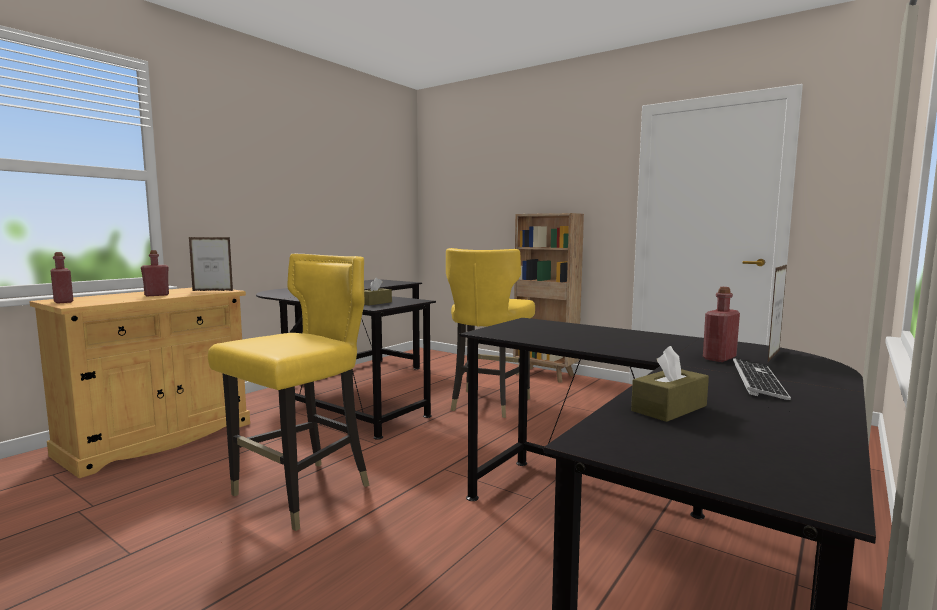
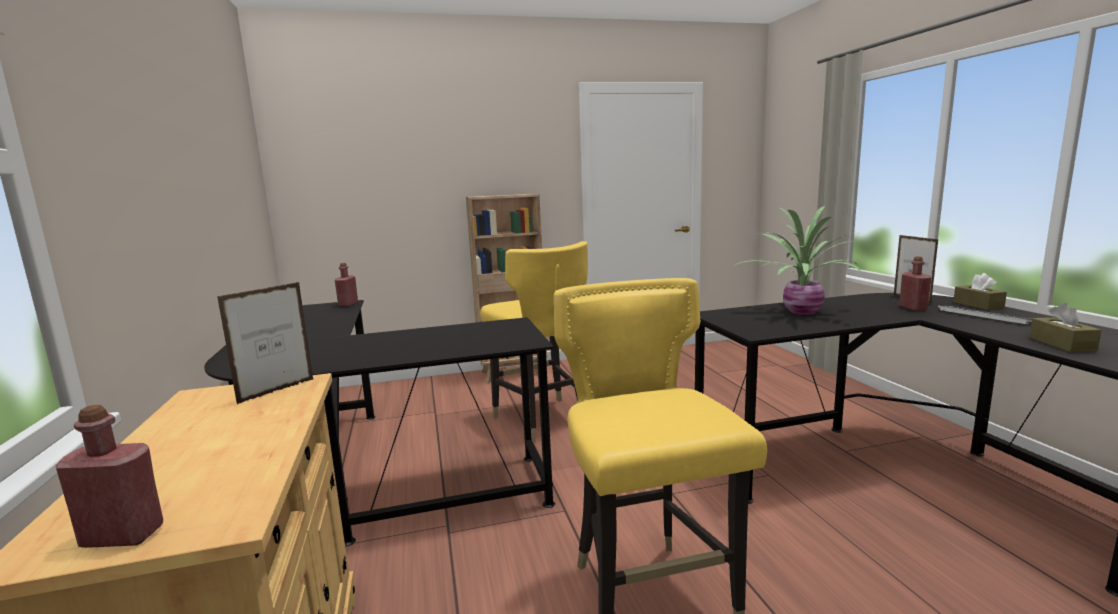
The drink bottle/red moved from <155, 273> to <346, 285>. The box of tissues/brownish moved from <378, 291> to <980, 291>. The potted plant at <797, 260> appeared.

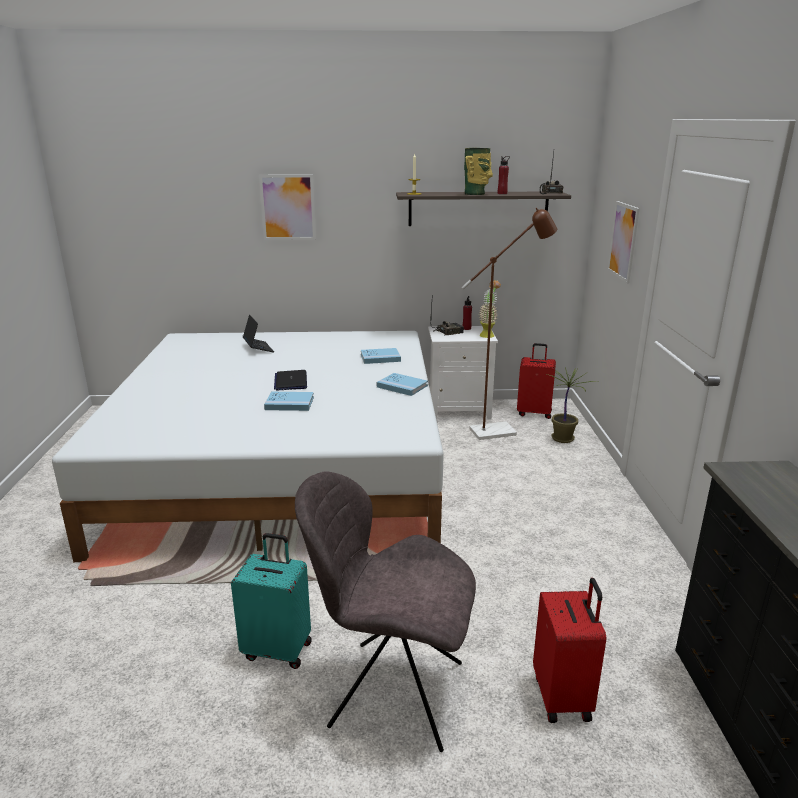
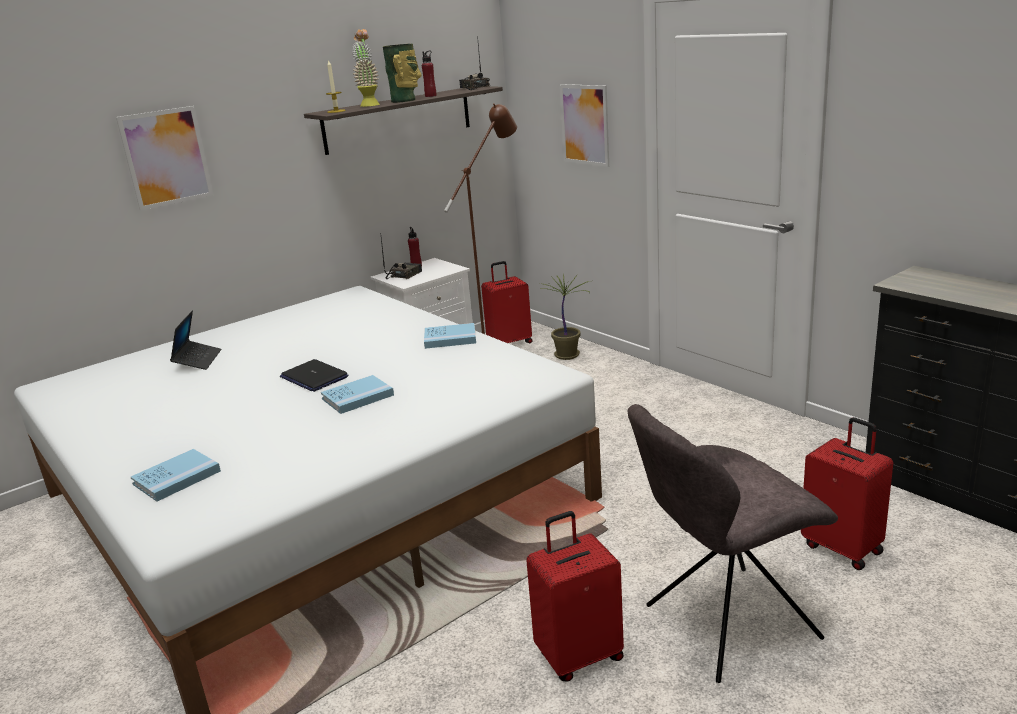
The suitcase/blue-green at <271, 601> became the suitcase/red at <575, 596>. The laptop at <258, 333> turned 60 degrees clockwise. The bound book/blue-coloured moved from <381, 356> to <176, 475>. The potted plant moved from <490, 309> to <366, 68>.

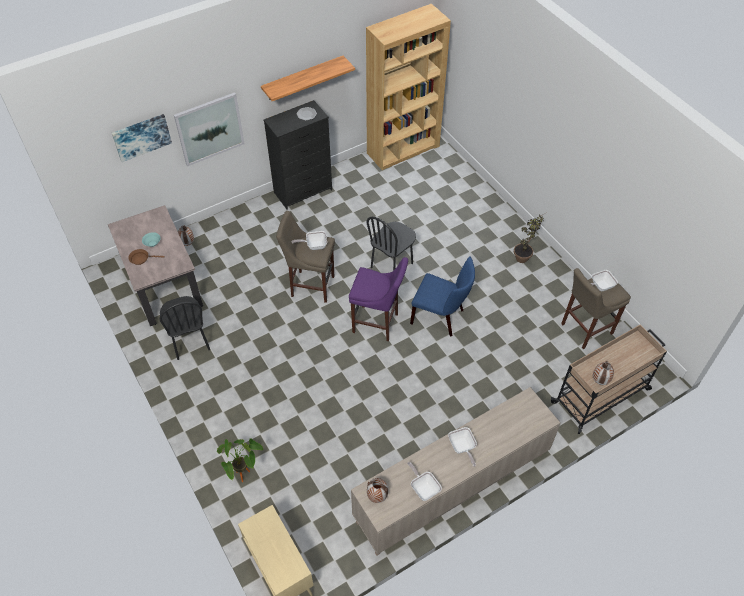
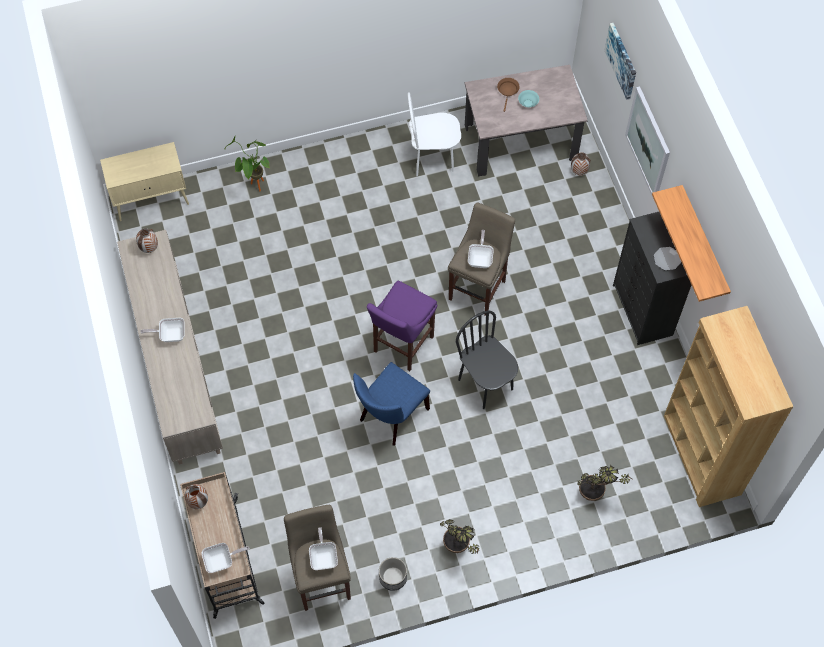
The plain chair/black-coloured at <184, 328> became the plain chair/whitish at <434, 134>. The skillet moved from <424, 481> to <226, 558>. The flower pot at <393, 574> appeared. The potted plant at <604, 483> appeared.

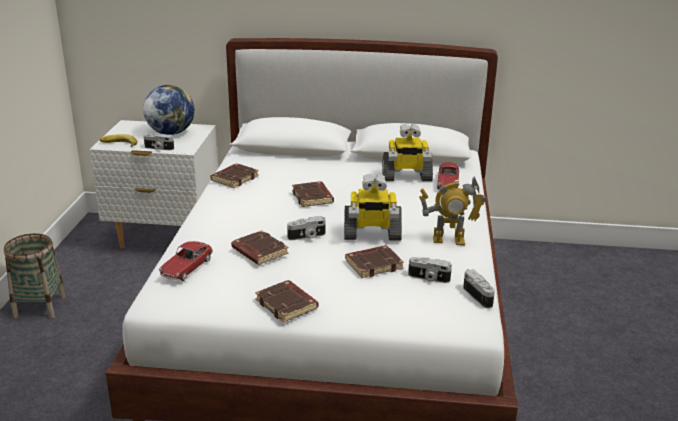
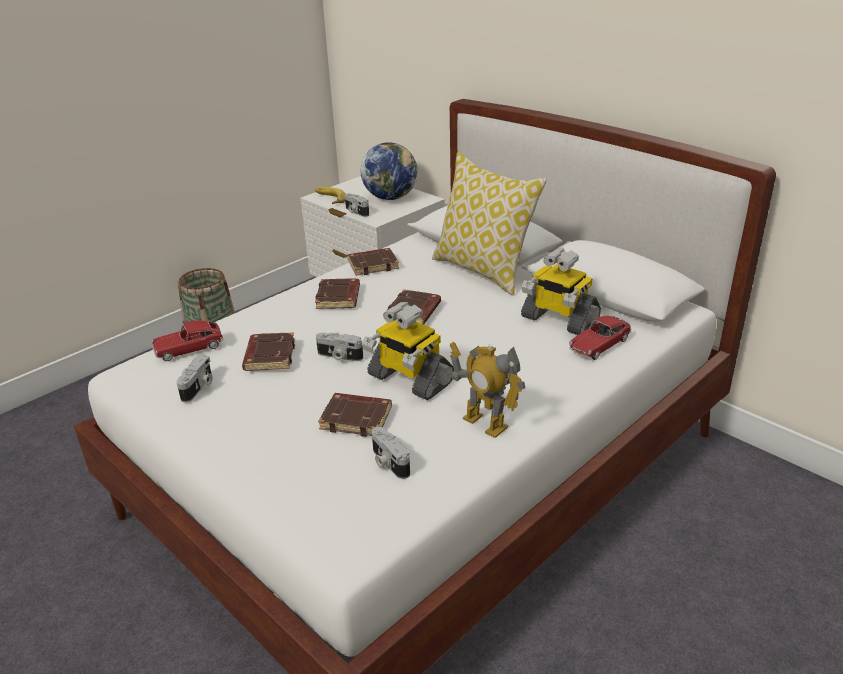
The bound book/brownish moved from <286, 301> to <337, 293>. The photo camera moved from <479, 289> to <195, 378>. The cushion at <489, 223> appeared.

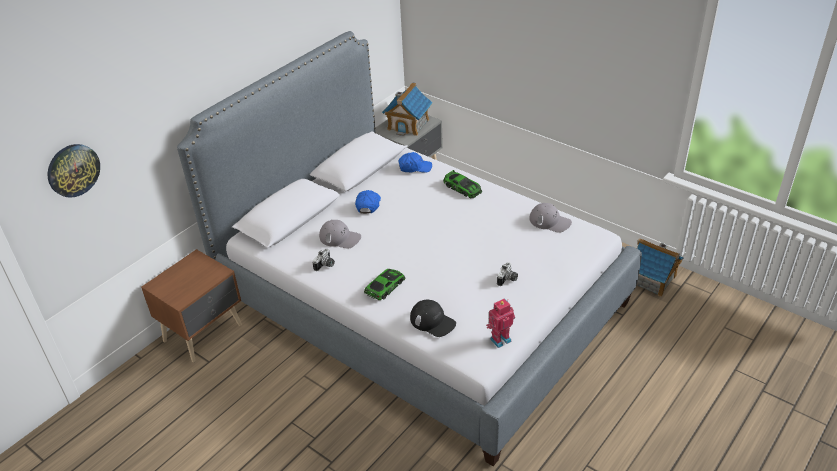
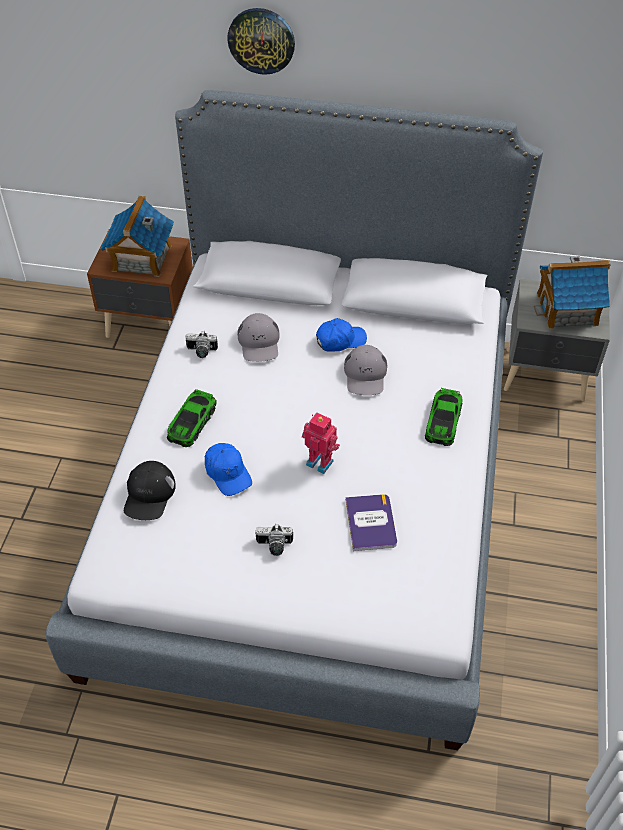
The hanging clock moved from <74, 171> to <261, 41>. The miniature car at <384, 284> turned 105 degrees clockwise. The peaked cap/blue-coloured moved from <415, 162> to <228, 469>. The toy robot moved from <500, 323> to <321, 443>. The peaked cap/gray moved from <550, 218> to <365, 370>. The toy house moved from <660, 267> to <137, 236>. The bound book at <371, 522> appeared.

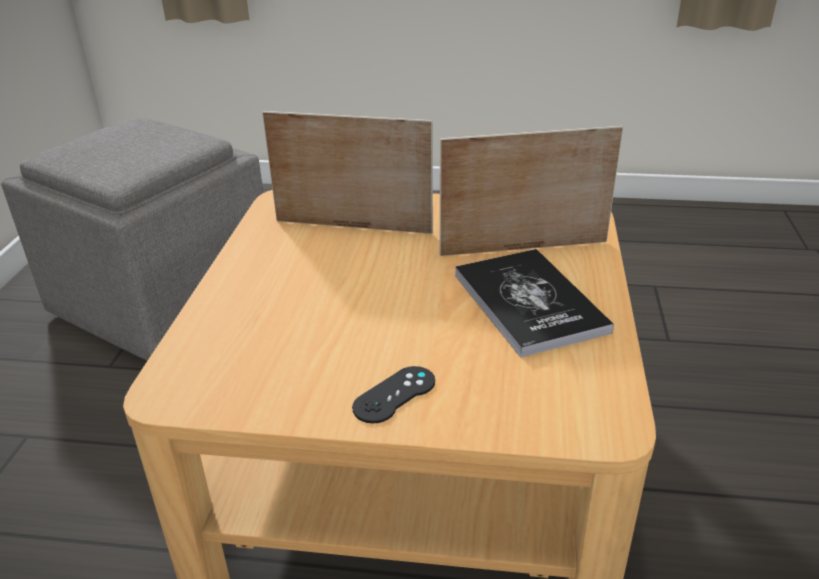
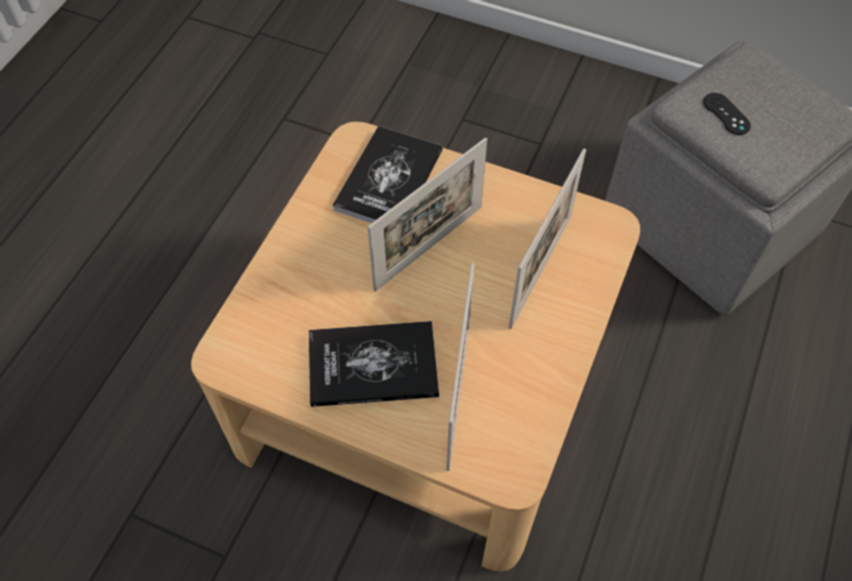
The gamepad/black-coloured moved from <393, 395> to <727, 114>. The bound book at <388, 174> appeared. The photo frame at <427, 215> appeared.

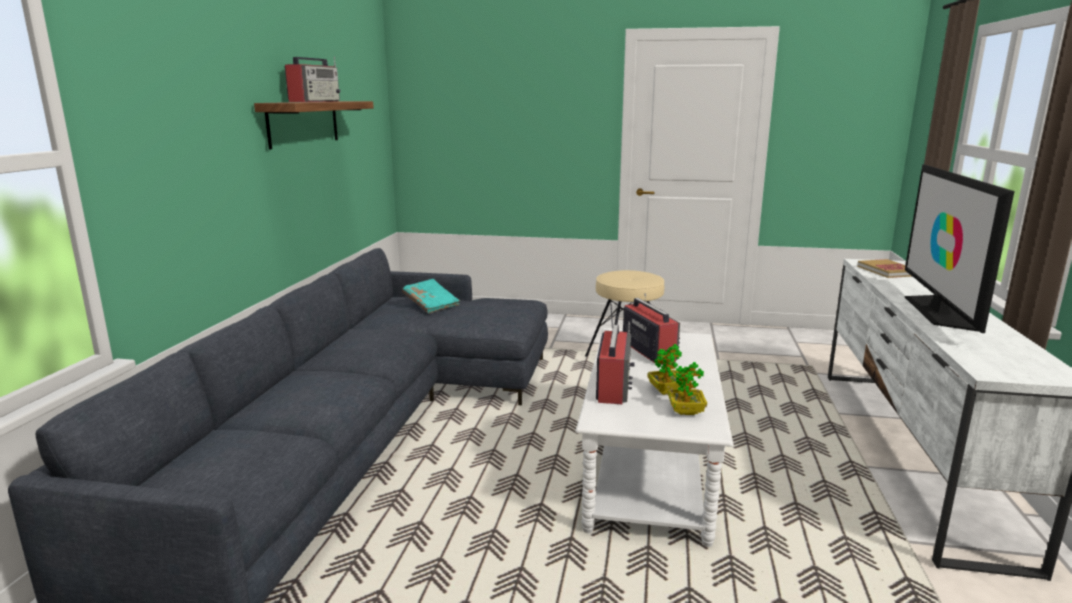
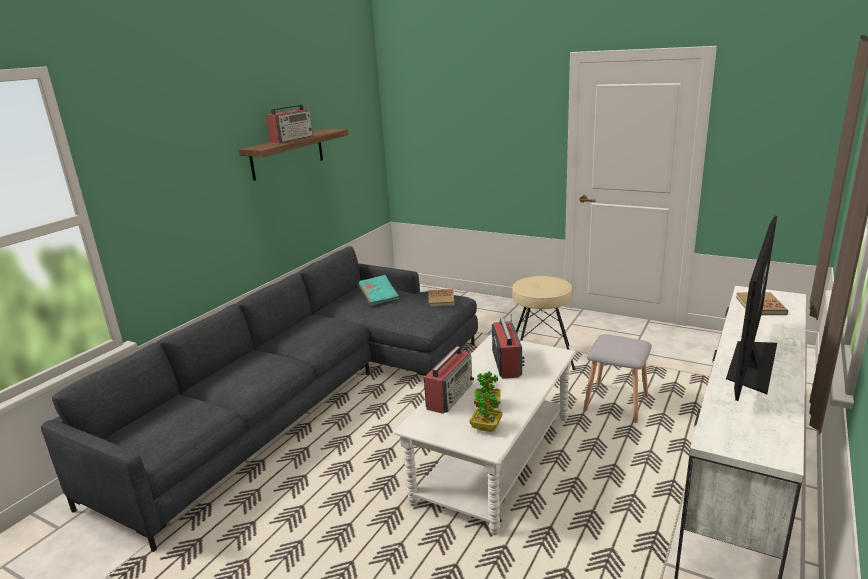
The bound book at <441, 298> appeared. The sitting stool/gray at <617, 378> appeared.

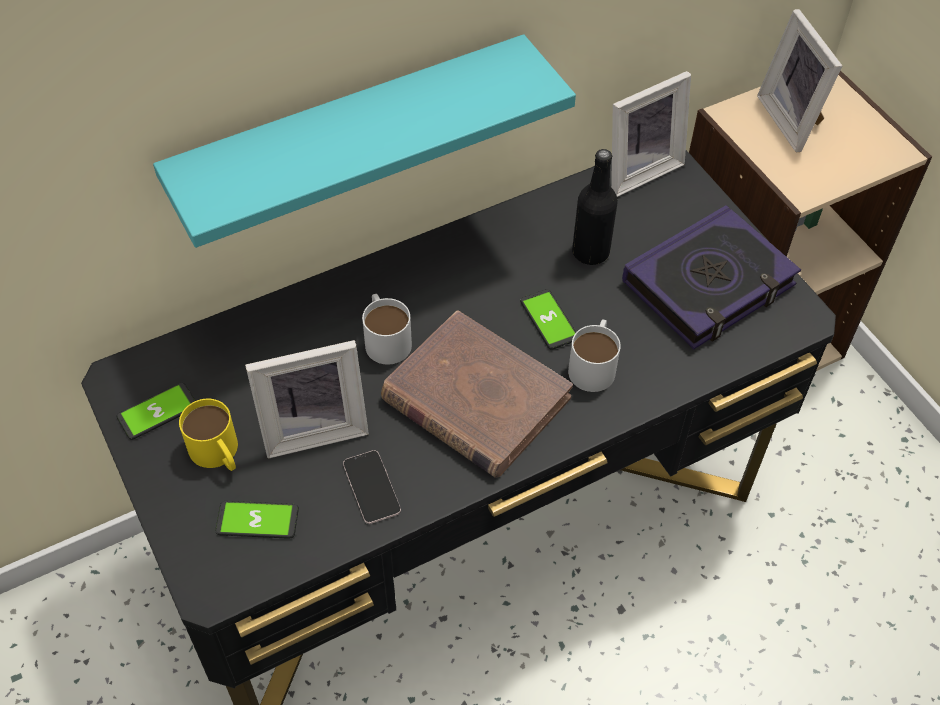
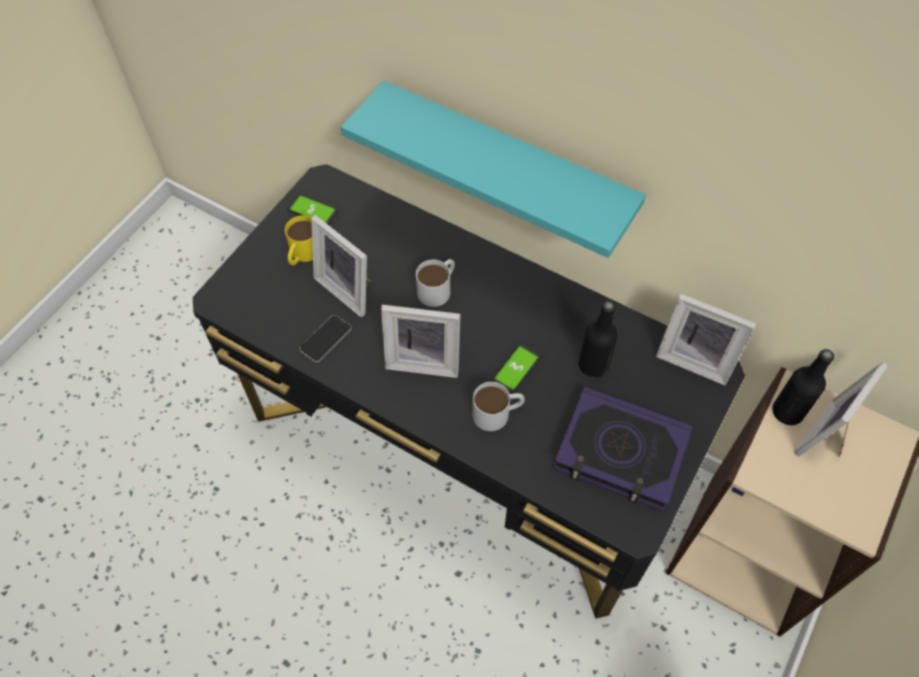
The phone at <257, 520> disappeared. The bound book/brownish at <477, 394> was replaced by the photo frame at <420, 341>. The drink bottle/black-coloured at <803, 387> appeared.

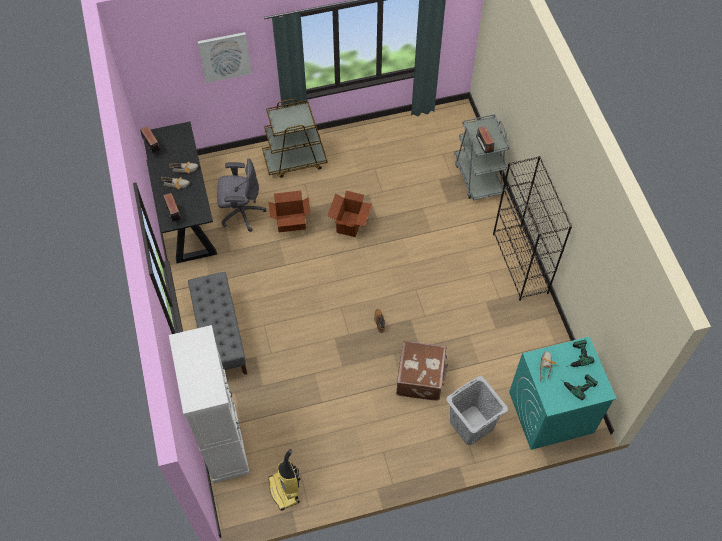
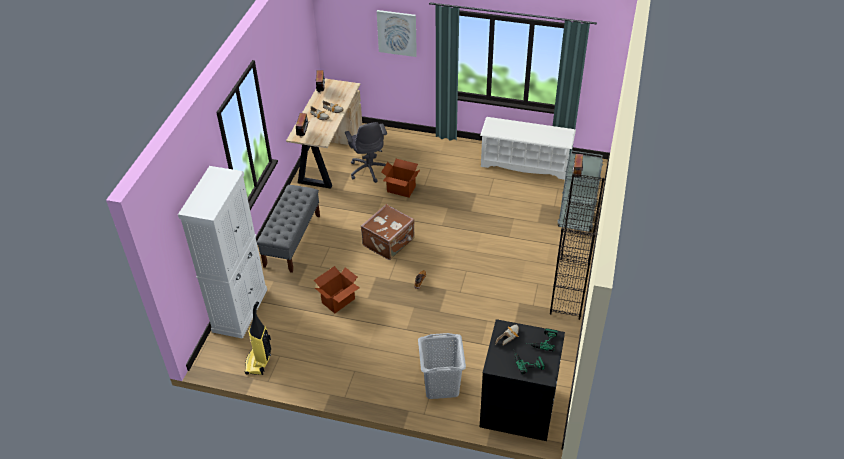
The desk/black-coloured at <180, 192> became the desk/beige-coloured at <324, 133>. The desk chair/gray at <241, 195> turned 45 degrees clockwise. The trolley/brownish at <294, 138> disappeared. The packing box moved from <349, 214> to <337, 289>. The suitcase/brownish moved from <422, 370> to <388, 232>. The laundry machine/blue-green at <563, 393> became the laundry machine/black-coloured at <522, 380>. The shoe rack/whitish at <528, 148> appeared.

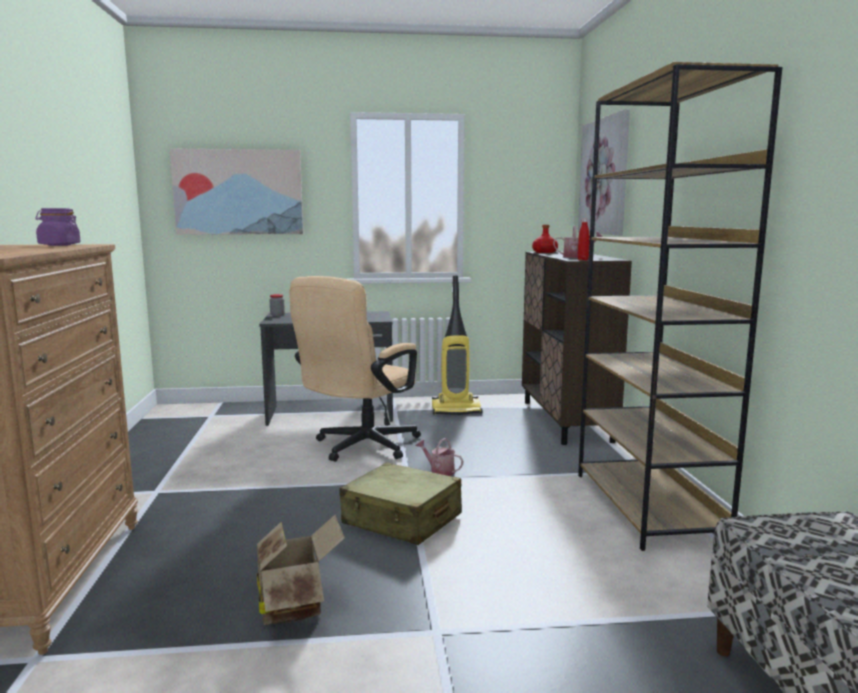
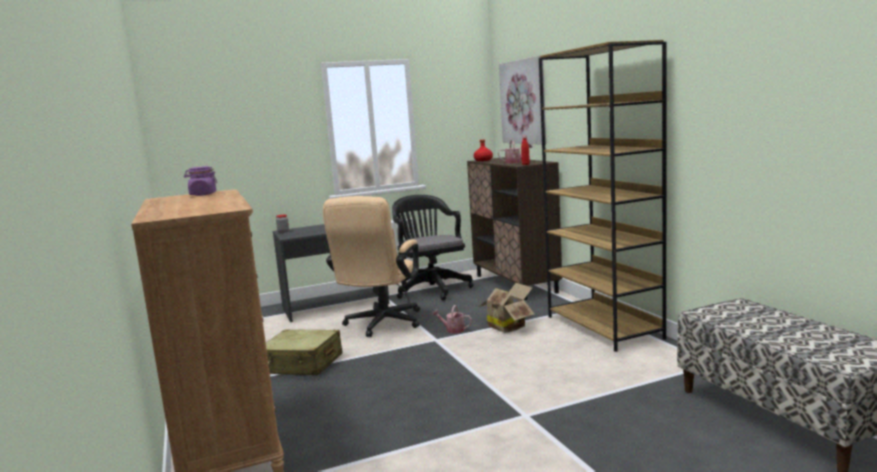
The wall picture at <236, 192> disappeared. The packing box moved from <301, 570> to <506, 308>. The suitcase/beige-coloured moved from <400, 503> to <304, 352>. The vacuum cleaner at <457, 345> was replaced by the desk chair/black-coloured at <432, 247>.

